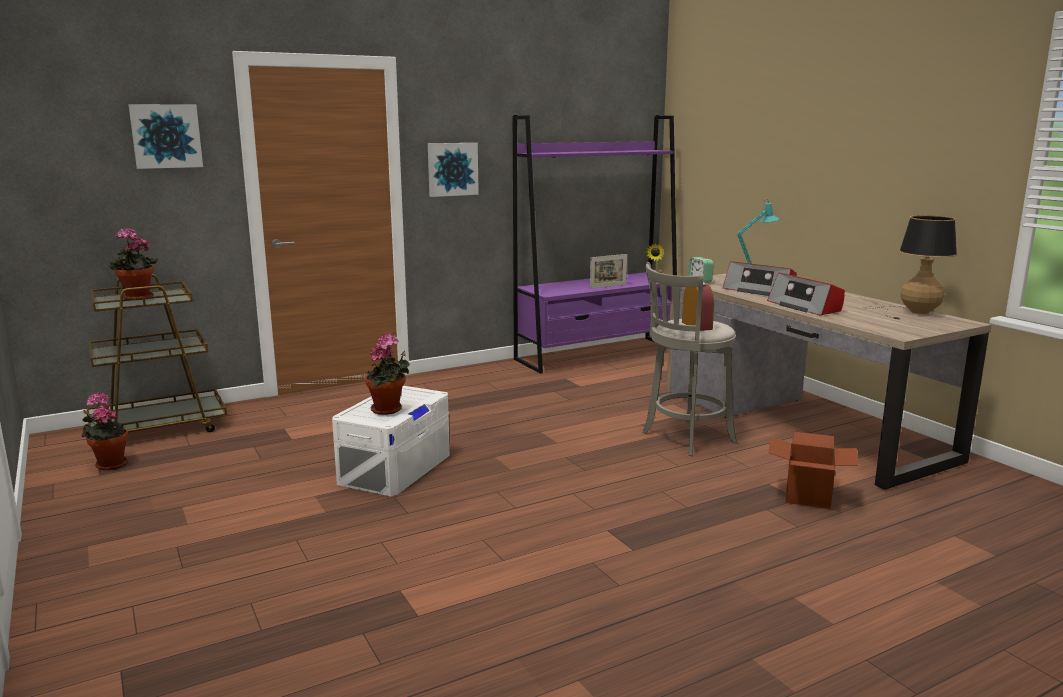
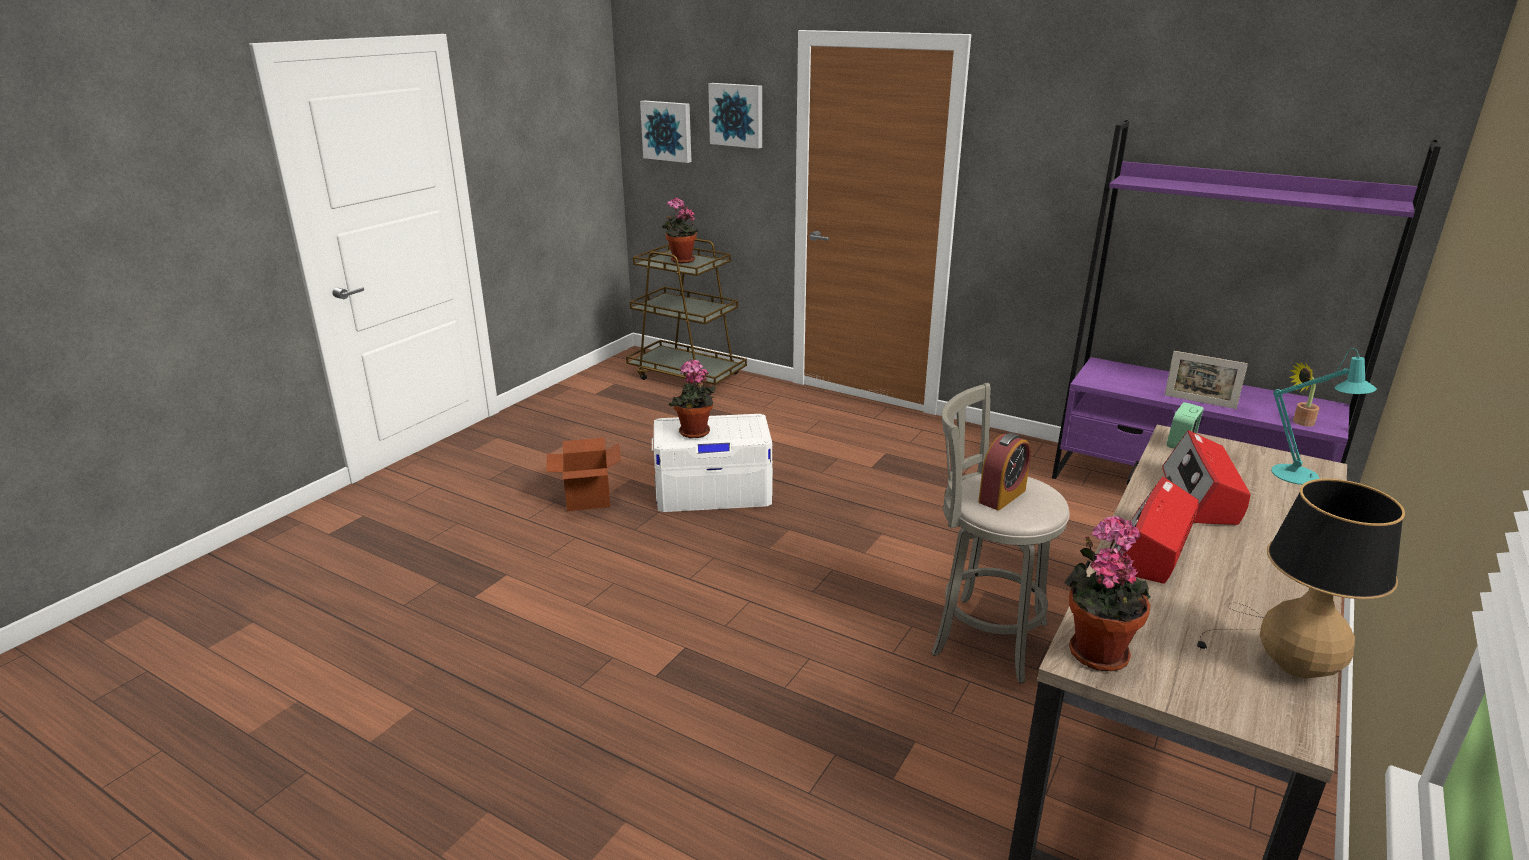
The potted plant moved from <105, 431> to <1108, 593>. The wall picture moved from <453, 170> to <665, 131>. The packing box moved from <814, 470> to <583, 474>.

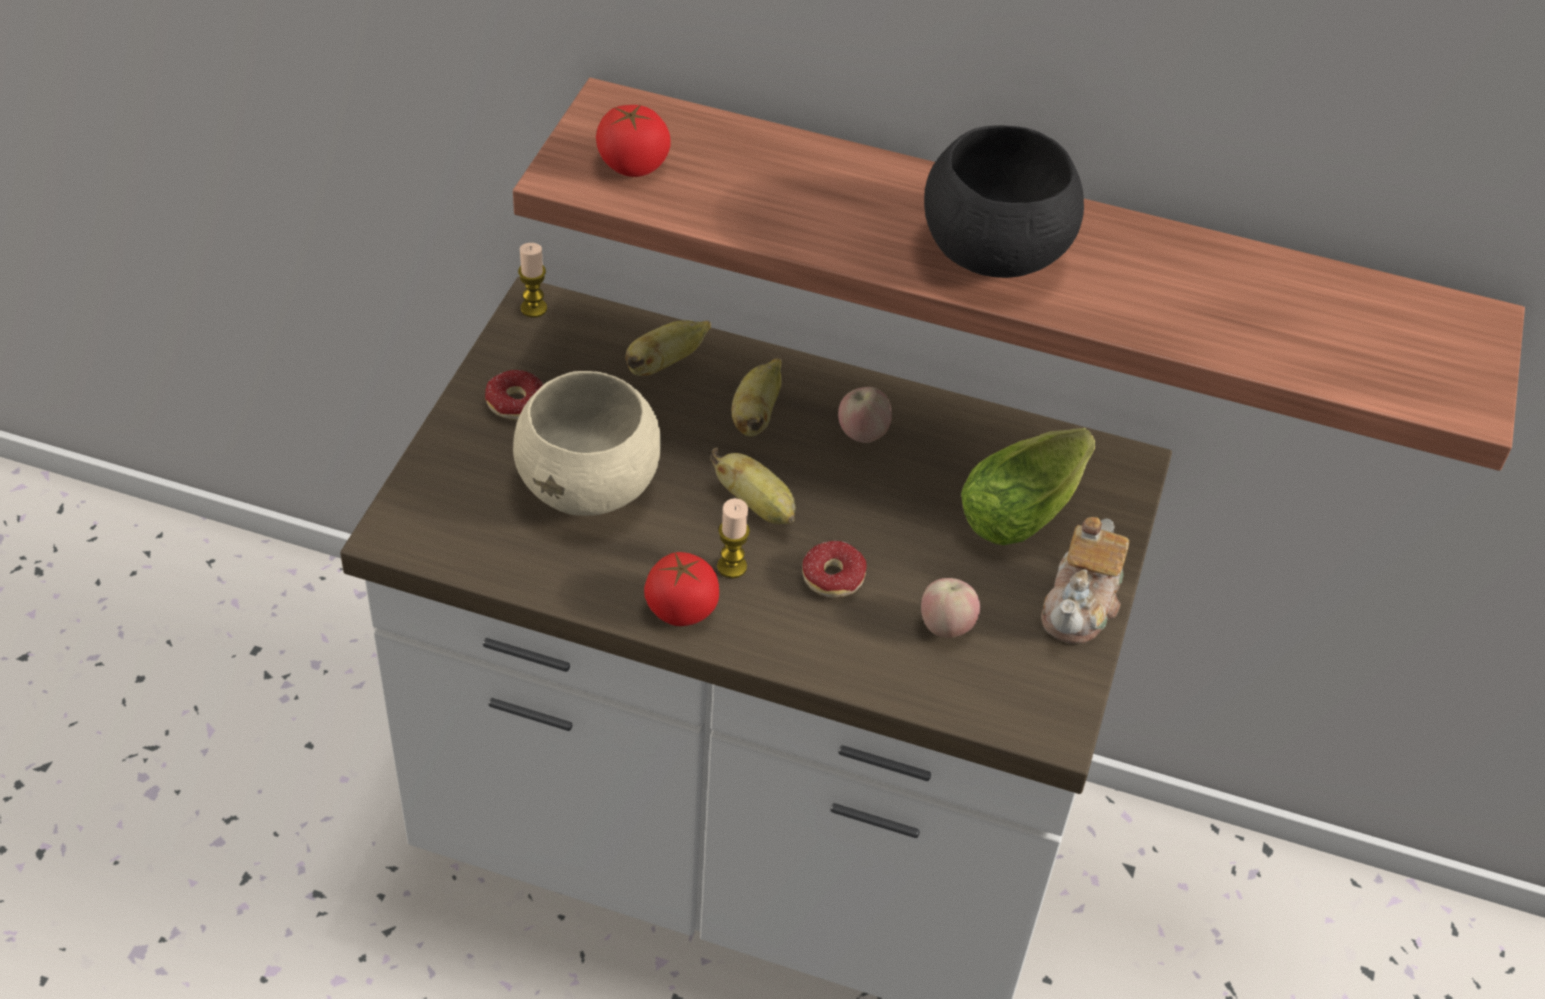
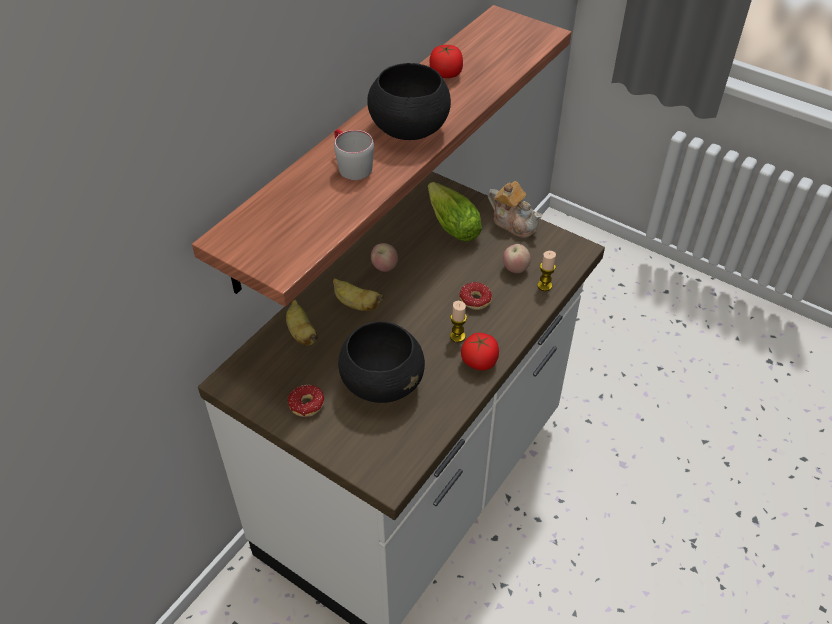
The serving bowl/beige-coloured at <587, 443> became the serving bowl/black-coloured at <381, 362>. The wax candle moved from <532, 280> to <546, 271>. The fresh tomato moved from <633, 141> to <446, 61>. The banana at <753, 486> disappeared. The coffee mug/gray at <354, 154> appeared.

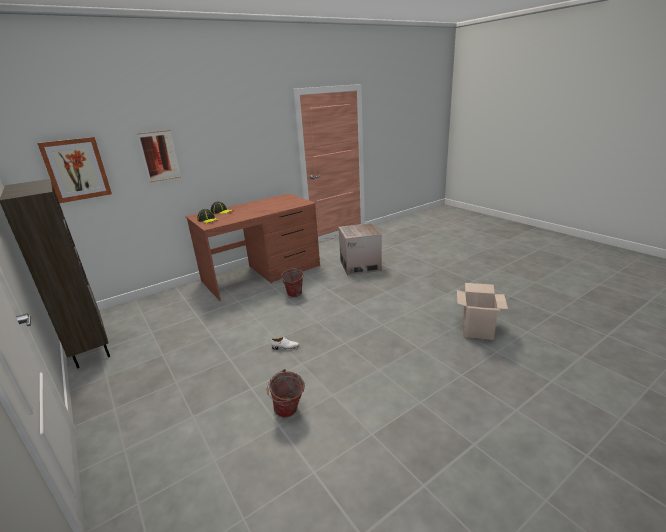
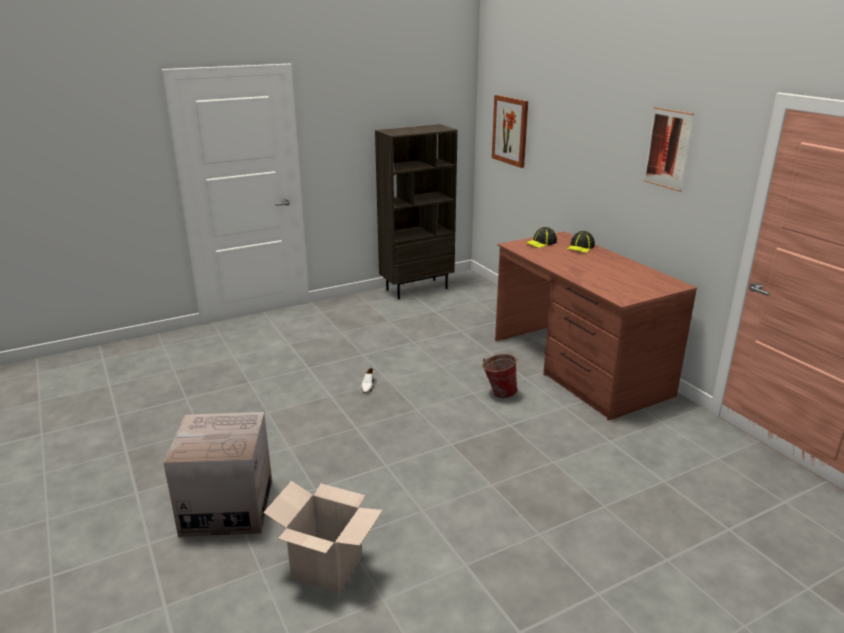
The wall picture moved from <159, 156> to <669, 149>. The bucket at <286, 393> disappeared. The packing box moved from <360, 249> to <218, 474>.

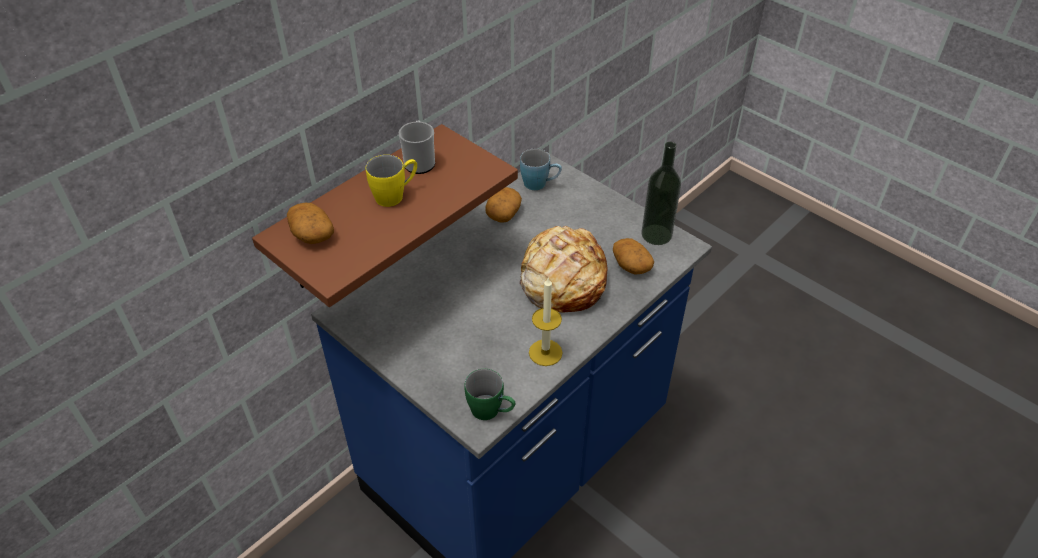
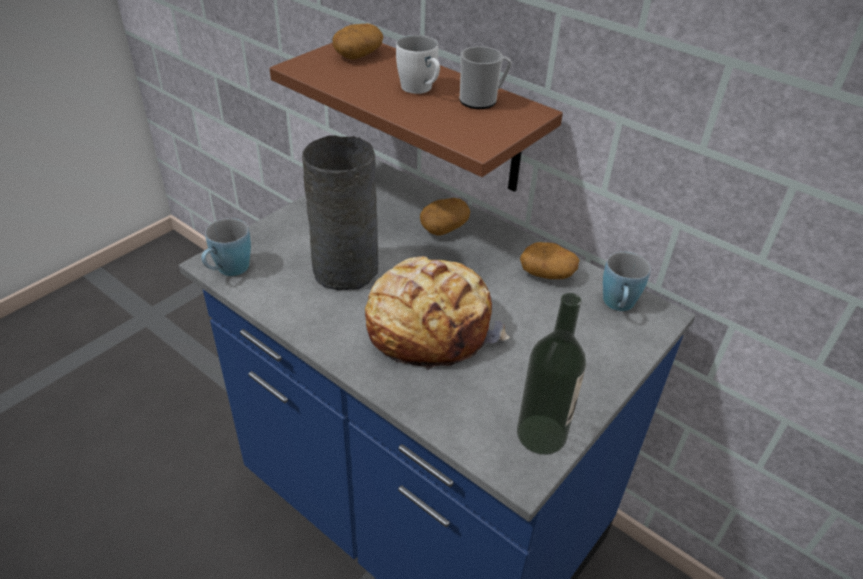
The coffee mug/yellow at <391, 181> became the coffee mug/whitish at <418, 64>. The coffee mug/greenish at <489, 394> became the coffee mug/blue-coloured at <226, 247>. The wax candle at <546, 322> disappeared. The whole potato moved from <633, 256> to <445, 217>. The vase/gray at <340, 212> appeared.

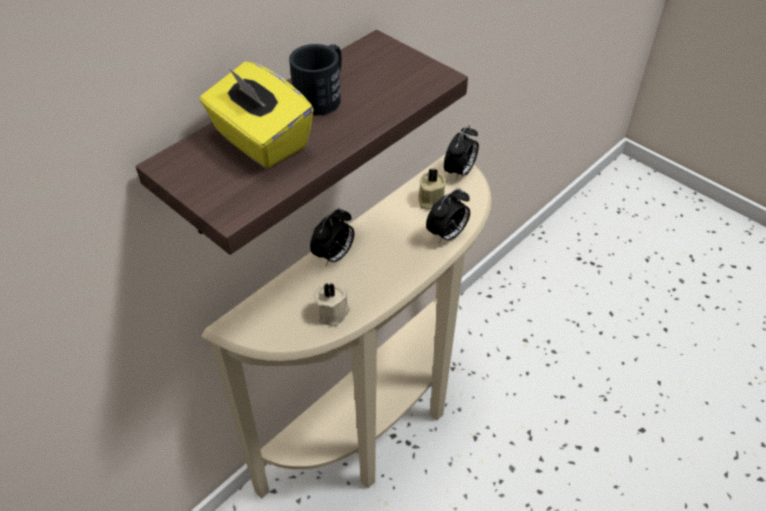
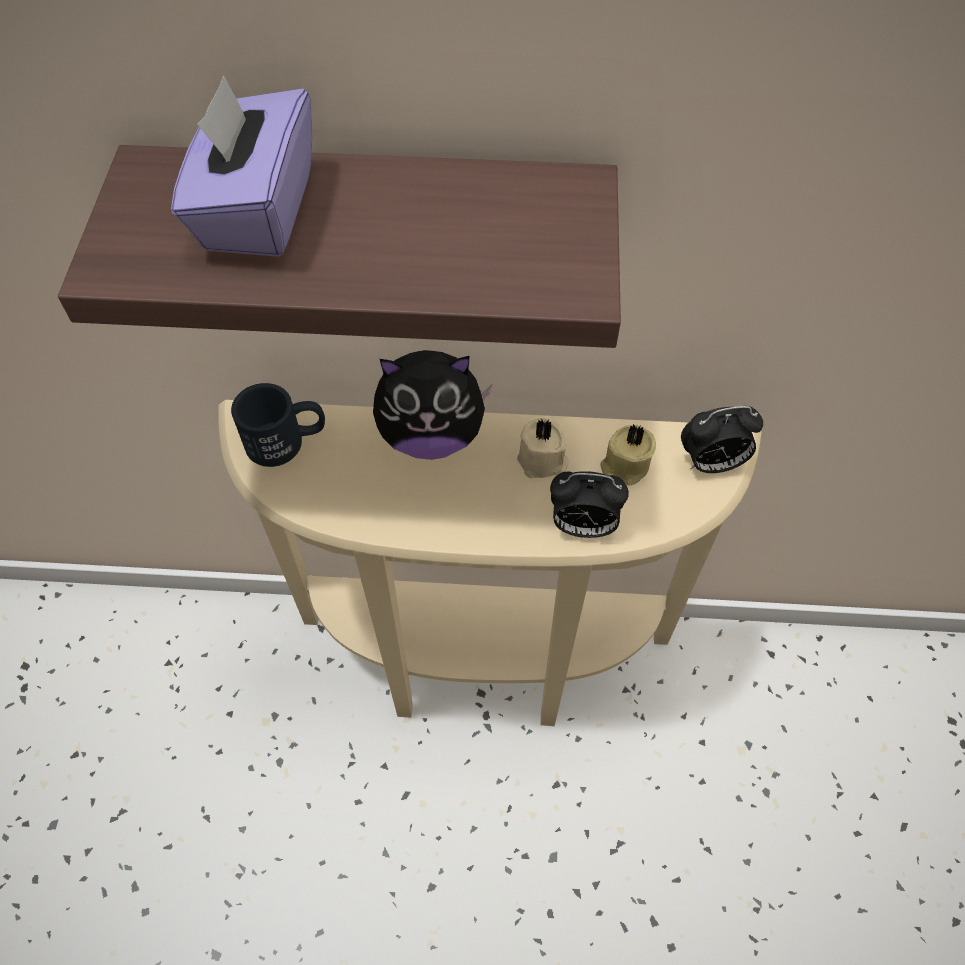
The box of tissues/yellow at <257, 115> became the box of tissues/purplish at <241, 166>. The coffee mug/black-coloured moved from <315, 79> to <278, 425>. The table clock at <332, 237> was replaced by the plush toy at <432, 405>. The wax candle/beige-coloured moved from <332, 305> to <543, 448>.

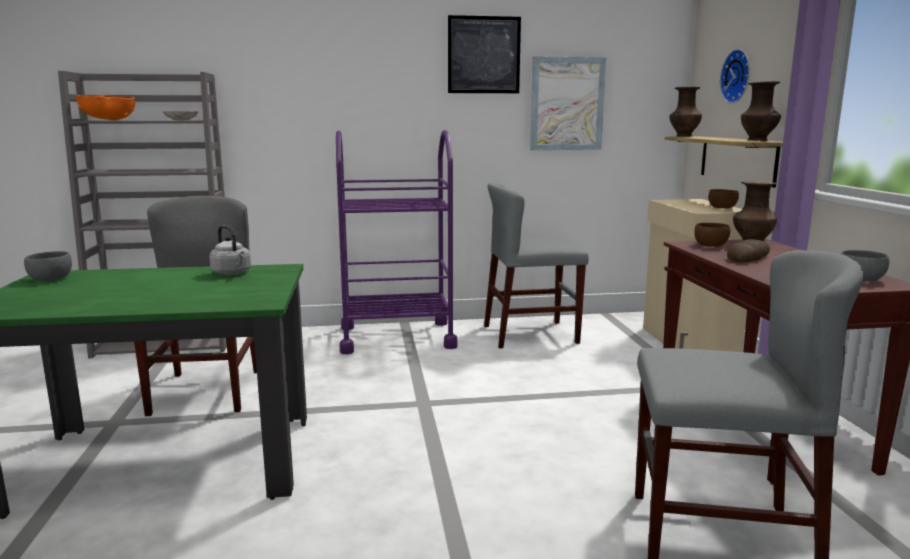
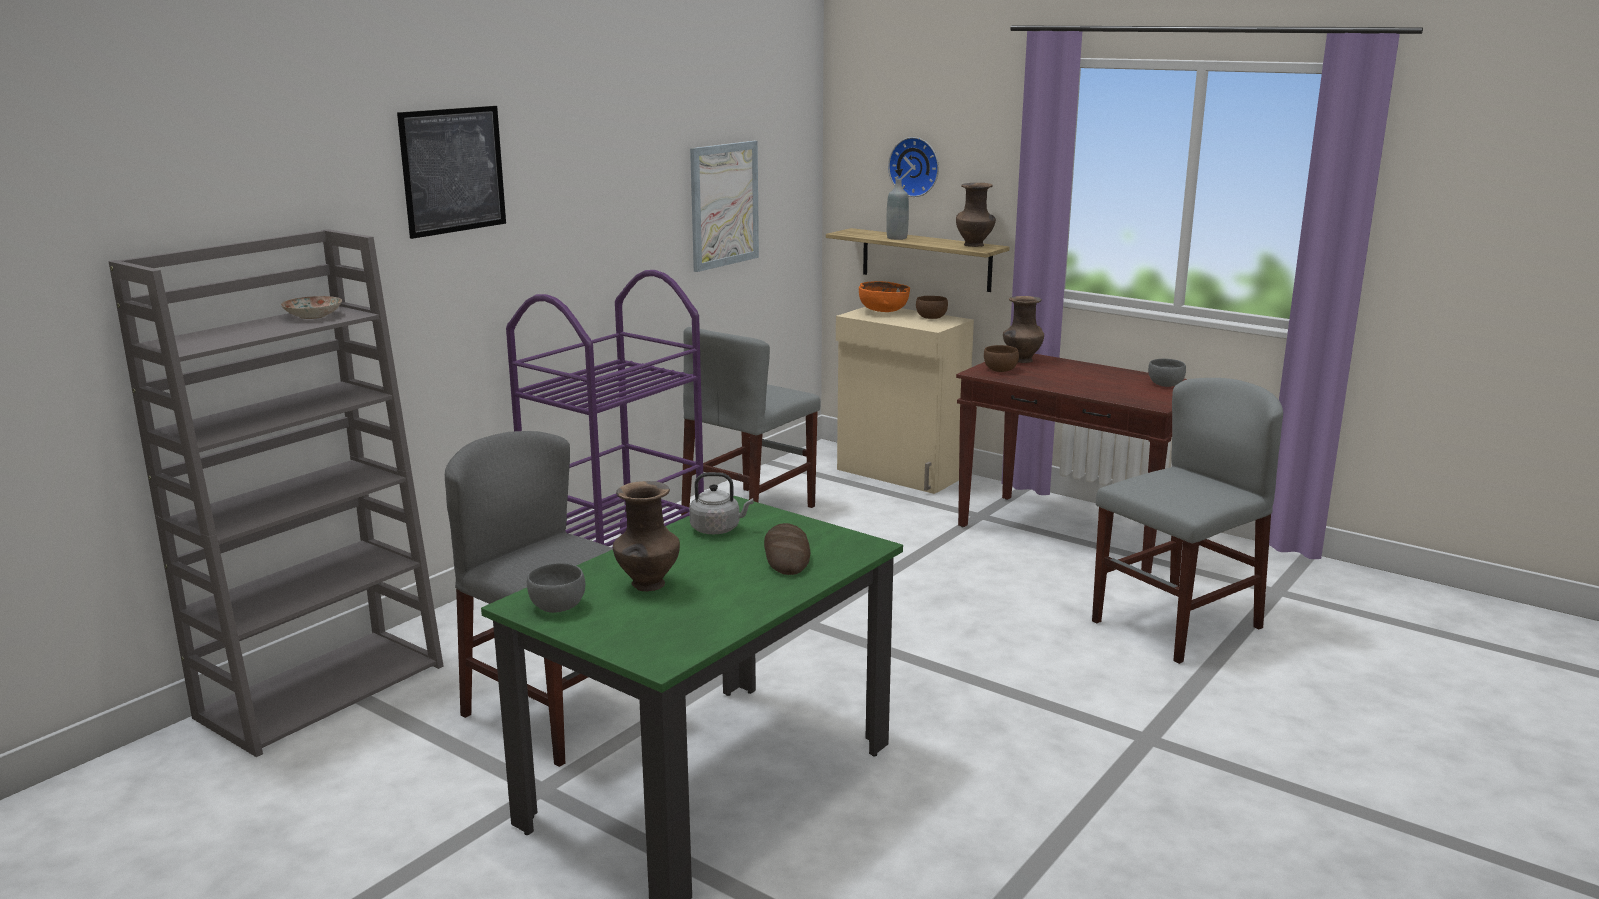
The serving bowl/orangey moved from <105, 107> to <884, 296>. The wall picture moved from <484, 54> to <451, 172>. The vase/brownish moved from <685, 112> to <646, 536>. The bread moved from <748, 250> to <787, 549>. The drink bottle/gray at <897, 209> appeared.

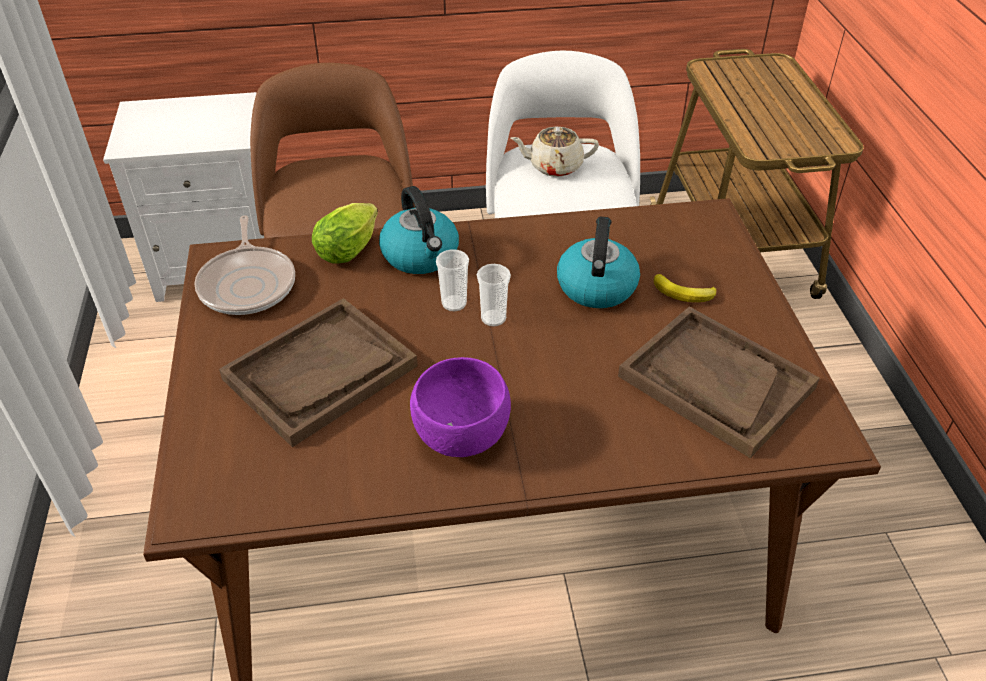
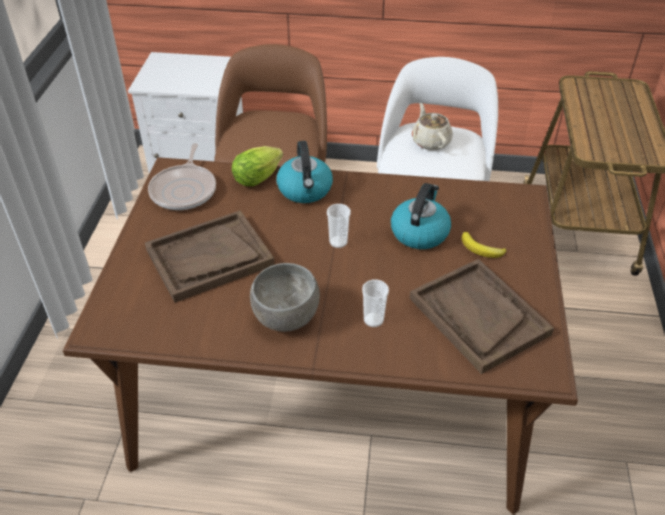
The serving bowl/purplish at <460, 407> became the serving bowl/gray at <285, 297>. The small cup moved from <452, 280> to <375, 303>. The pot for tea/beige-coloured at <554, 152> turned 60 degrees clockwise.

